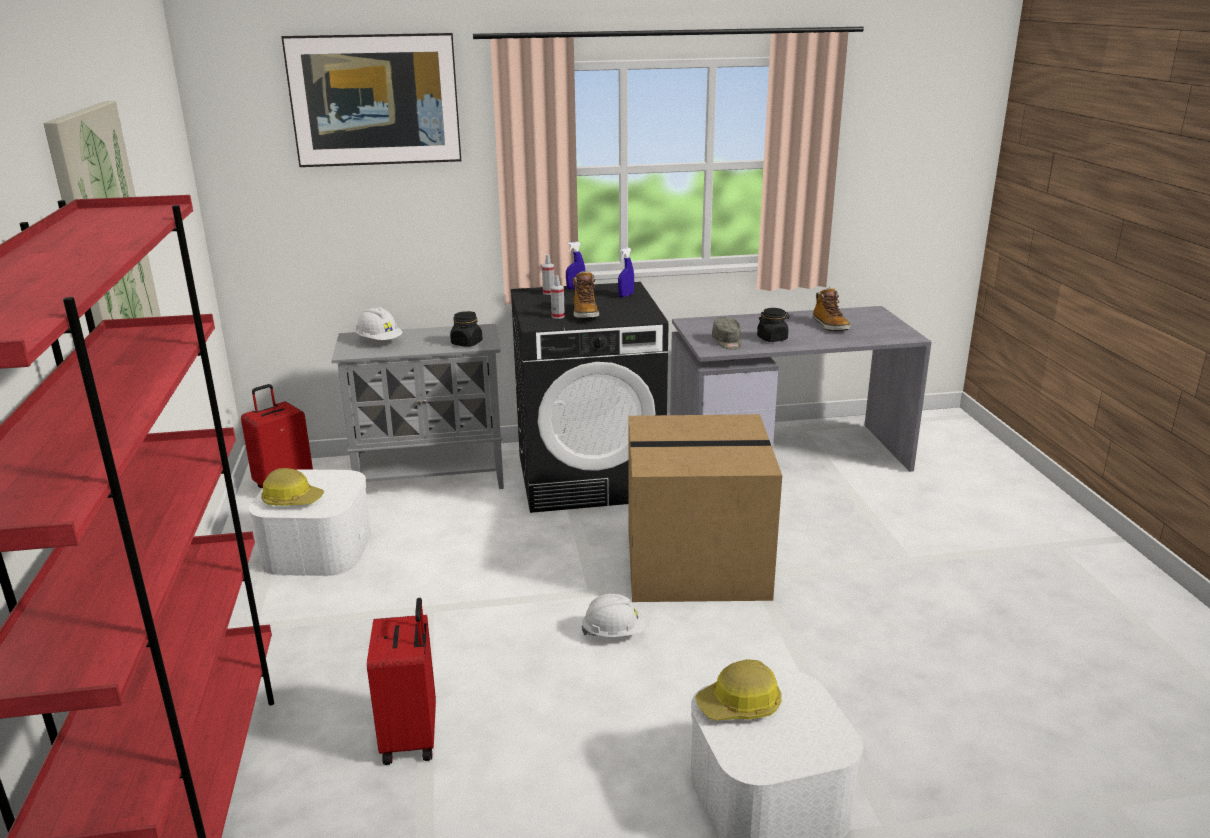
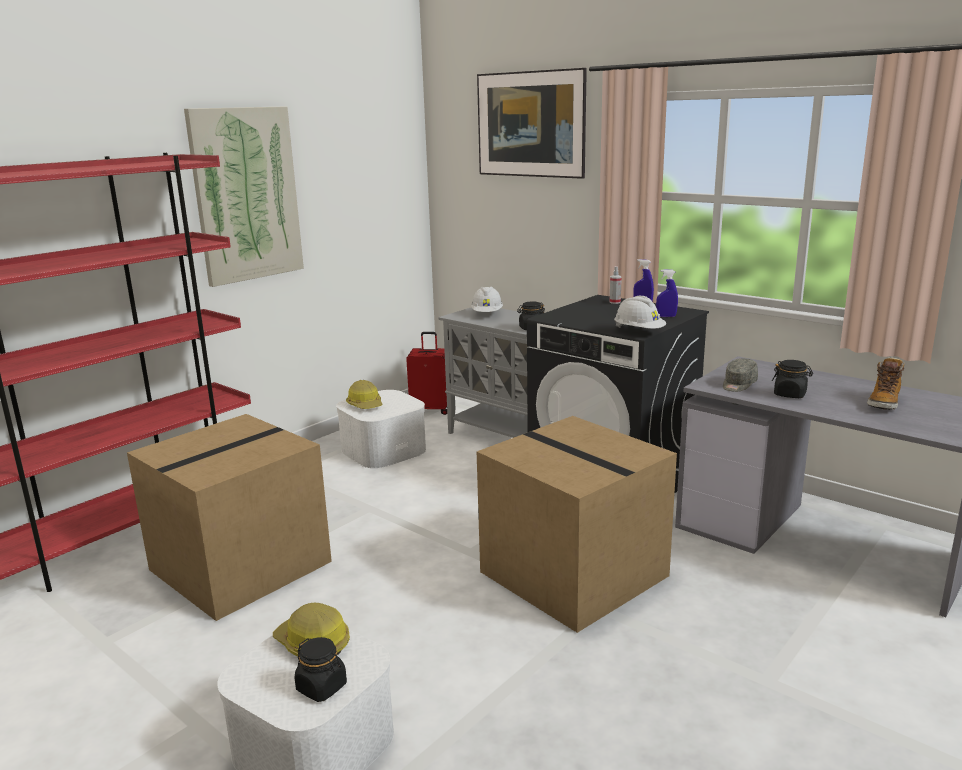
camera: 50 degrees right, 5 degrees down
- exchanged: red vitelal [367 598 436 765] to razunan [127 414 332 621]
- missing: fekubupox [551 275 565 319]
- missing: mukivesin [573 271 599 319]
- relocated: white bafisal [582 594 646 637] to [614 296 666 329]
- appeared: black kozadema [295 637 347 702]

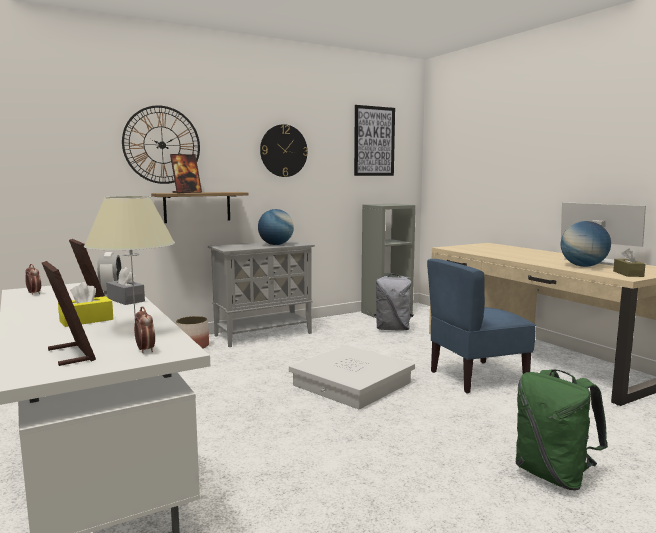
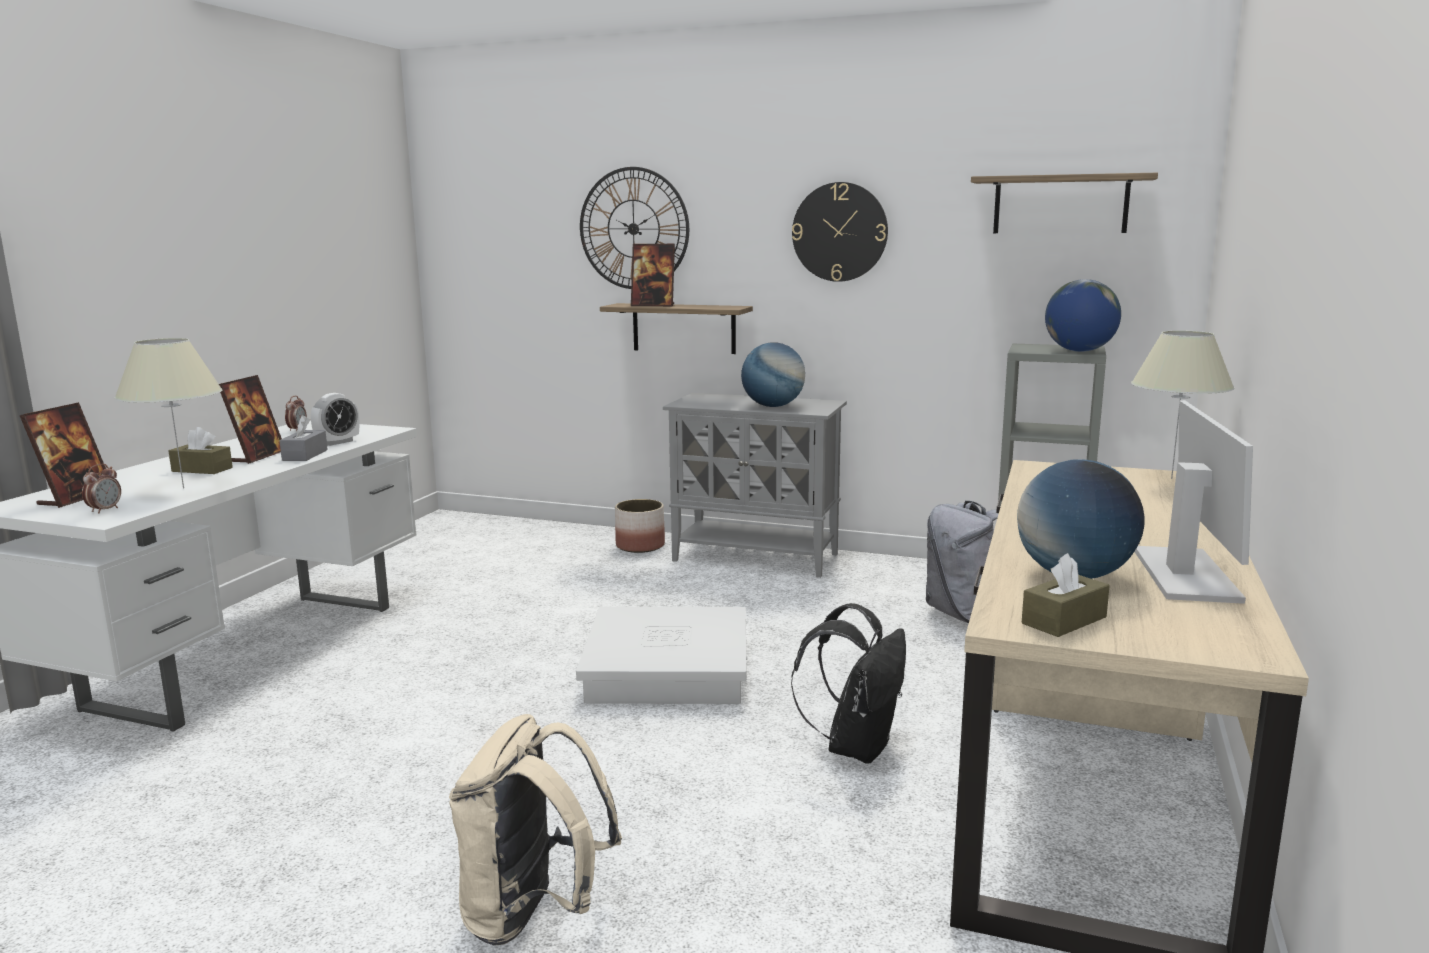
camera: 50 degrees right, 5 degrees up
- colour: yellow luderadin [58 282 113 327] to brown luderadin [168 427 233 474]
- exchanged: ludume [354 105 395 176] to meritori [971 173 1158 233]
- exchanged: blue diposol [427 259 536 393] to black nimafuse [791 603 906 763]
- colour: green nimafuse [515 370 608 490] to beige nimafuse [449 714 622 946]
- appeared: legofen [1045 279 1121 352]
- appeared: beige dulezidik [1131 330 1235 479]

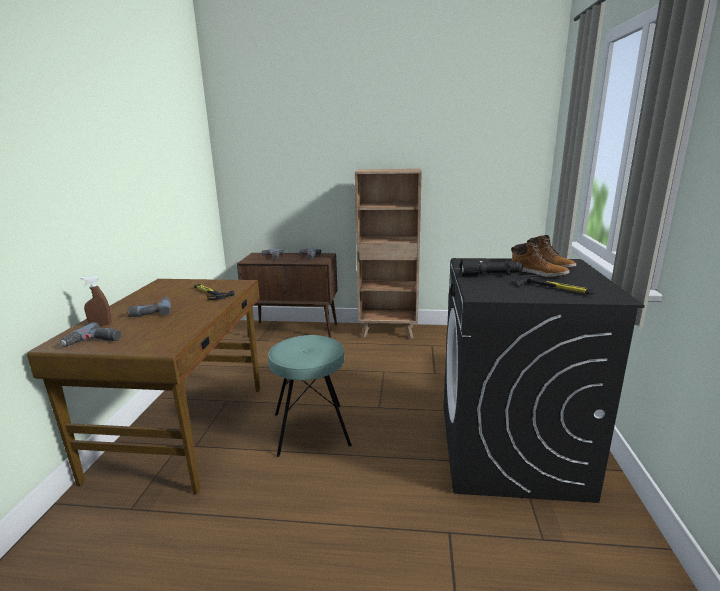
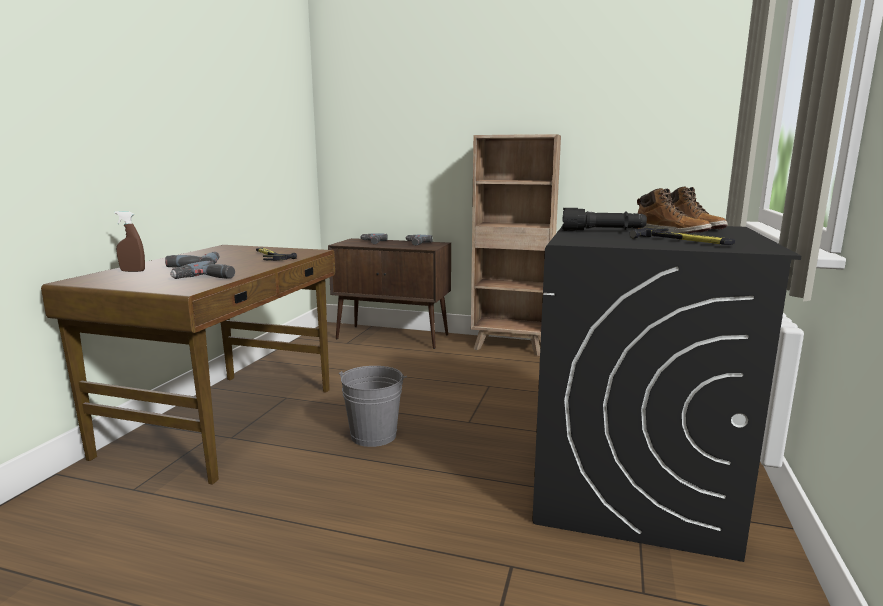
camera: 10 degrees right, 5 degrees down
- relocated: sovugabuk [60 322 121 347] to [170 260 235 279]
- exchanged: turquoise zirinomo [268 335 352 457] to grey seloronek [339 366 407 447]

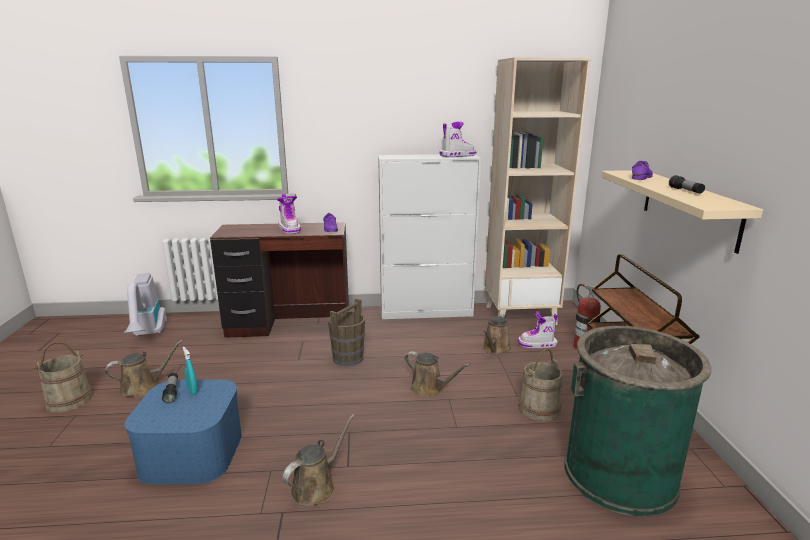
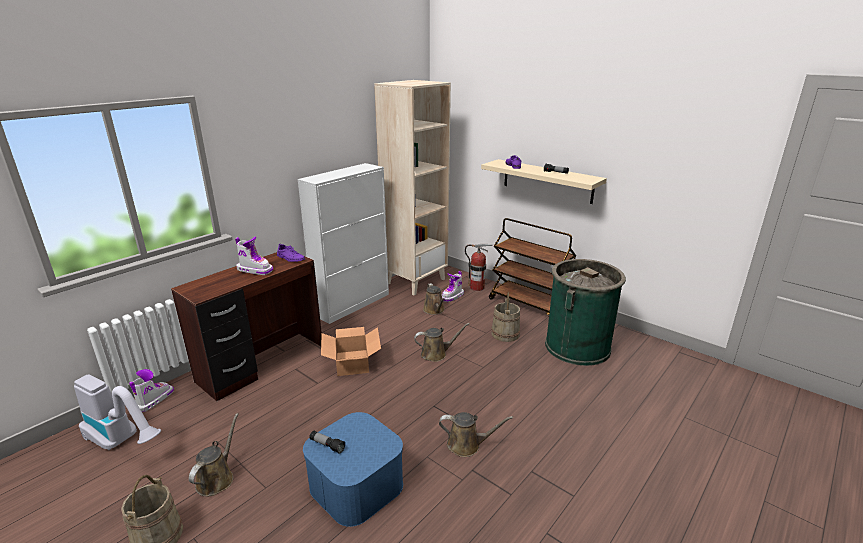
camera: 45 degrees left, 5 degrees up
- missing: turquoise fekubupox [182 347 198 395]
- spun: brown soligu [283 414 355 507] = [439 412 513 457] 105 degrees clockwise
- exchanged: brown seloronek [328 299 365 366] to razunan [321 327 381 376]
- relocated: mukivesin [439 121 476 157] to [129 369 174 412]

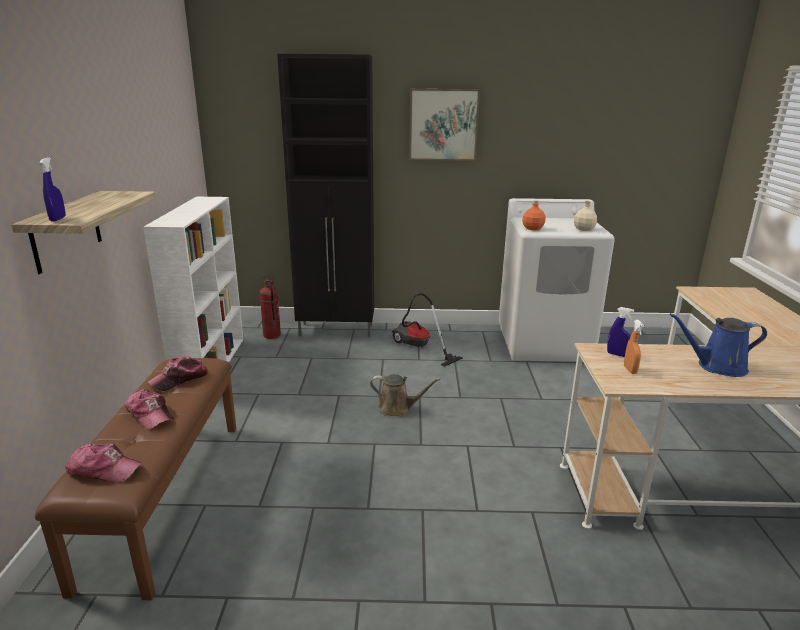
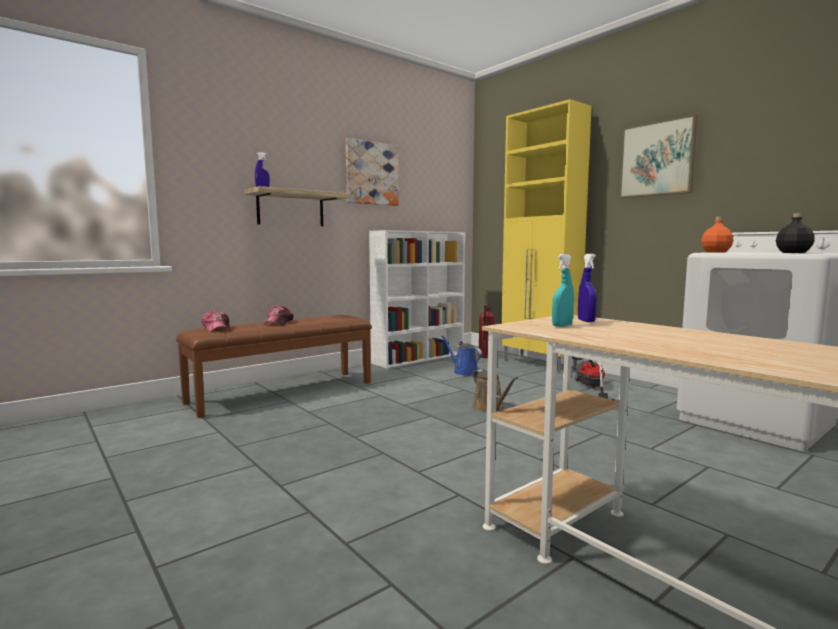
camera: 50 degrees right, 15 degrees down
- missing: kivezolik [148 356 208 391]
- colour: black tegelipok [277 54 374 337] to yellow tegelipok [501 99 592 373]
- colour: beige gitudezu [574 201 597 231] to black gitudezu [776 213 815 253]
- colour: orange fekubupox [624 320 644 374] to turquoise fekubupox [552 254 574 327]
- relocated: blue soligu [670 313 767 377] to [442 335 482 375]
- appeared: ludume [346 138 399 206]

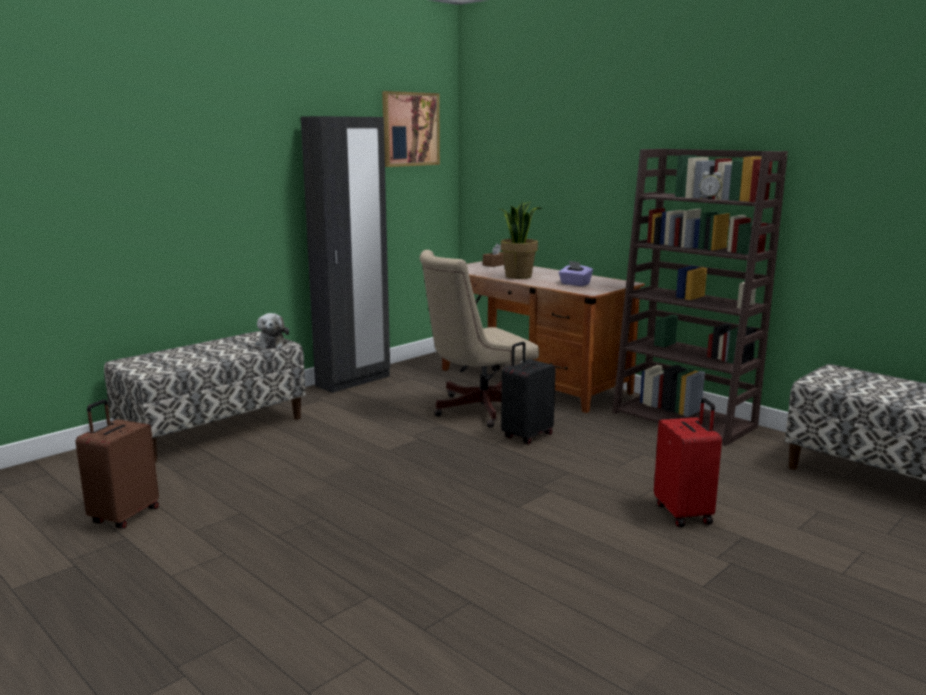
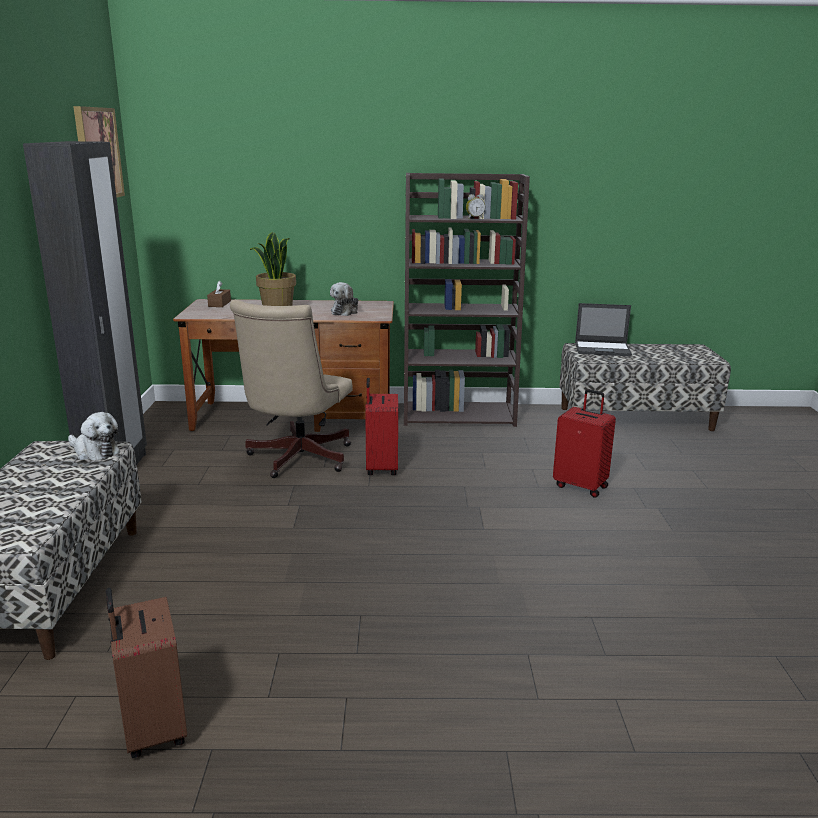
camera: 45 degrees left, 5 degrees up
- colour: black vitelal [501 342 556 444] to red vitelal [365 378 398 475]
- exchanged: purple luderadin [559 261 593 286] to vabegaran [330 282 358 316]
- appeared: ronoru [575 303 632 356]

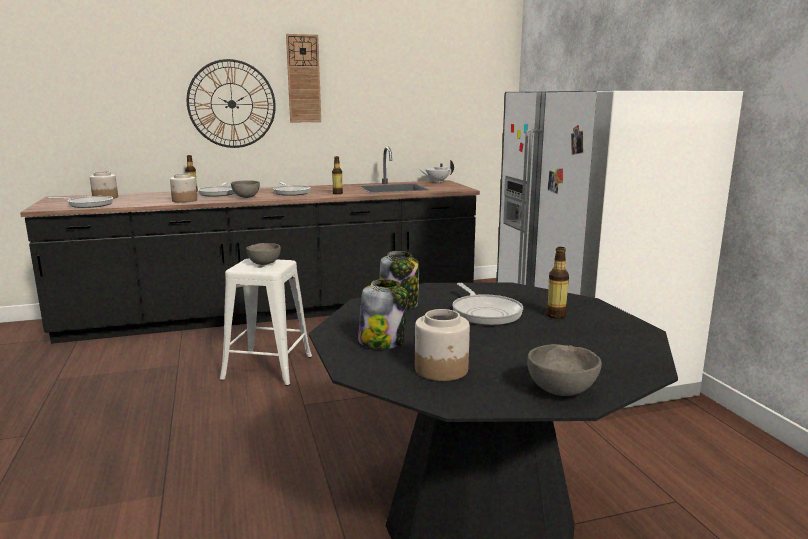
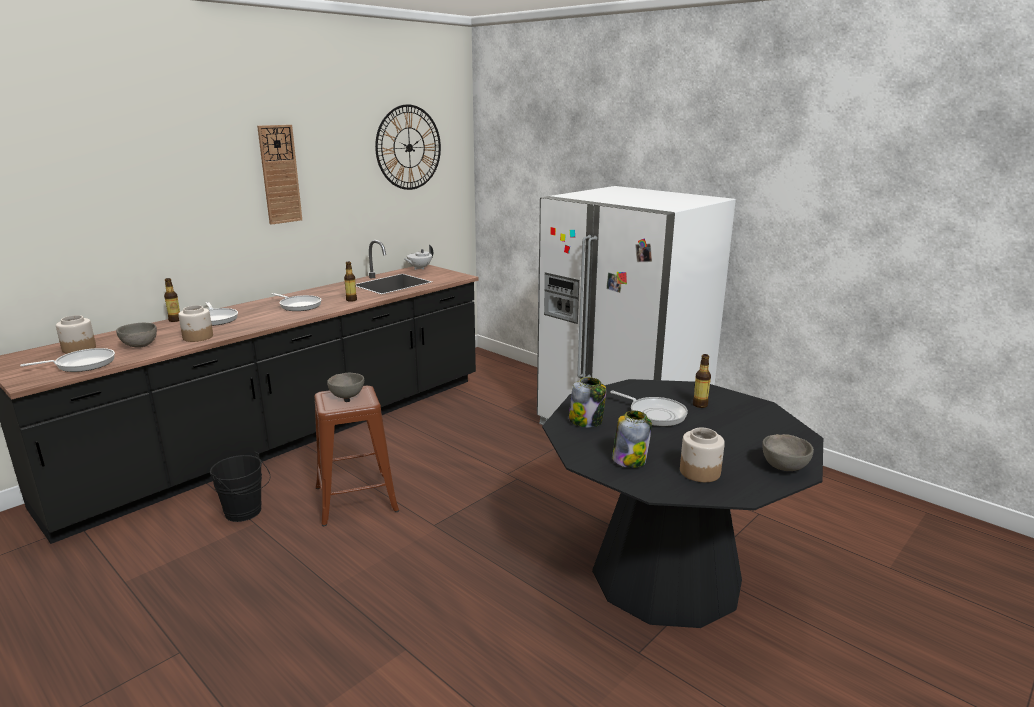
camera: 30 degrees left, 5 degrees up
- relocated: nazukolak [187 59 276 148] to [375 104 441 190]
- colour: white zirinomo [220 258 312 386] to brown zirinomo [314 386 399 526]
- relocated: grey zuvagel [231 180 260 198] to [116 323 157 348]
- appeared: black seloronek [210 451 271 522]

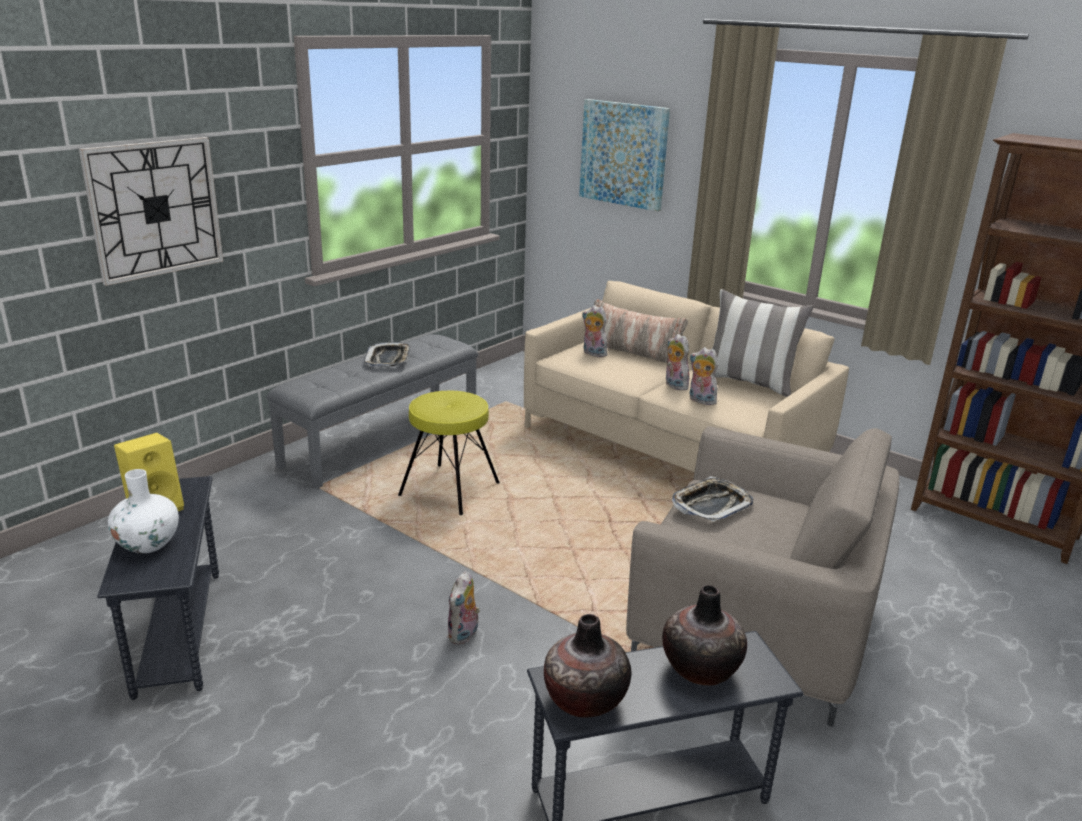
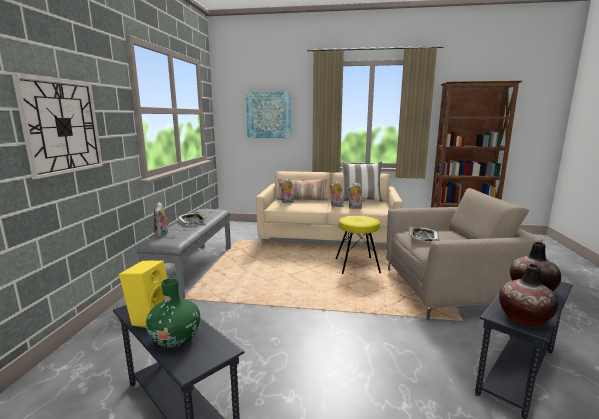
camera: 30 degrees left, 10 degrees down
- colour: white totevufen [108 469 179 554] to green totevufen [146 278 200 348]
- relocated: yellow zirinomo [398 391 500 515] to [336 215 381 274]
- relocated: vabegaran [447 571 480 645] to [154 202 169 238]

